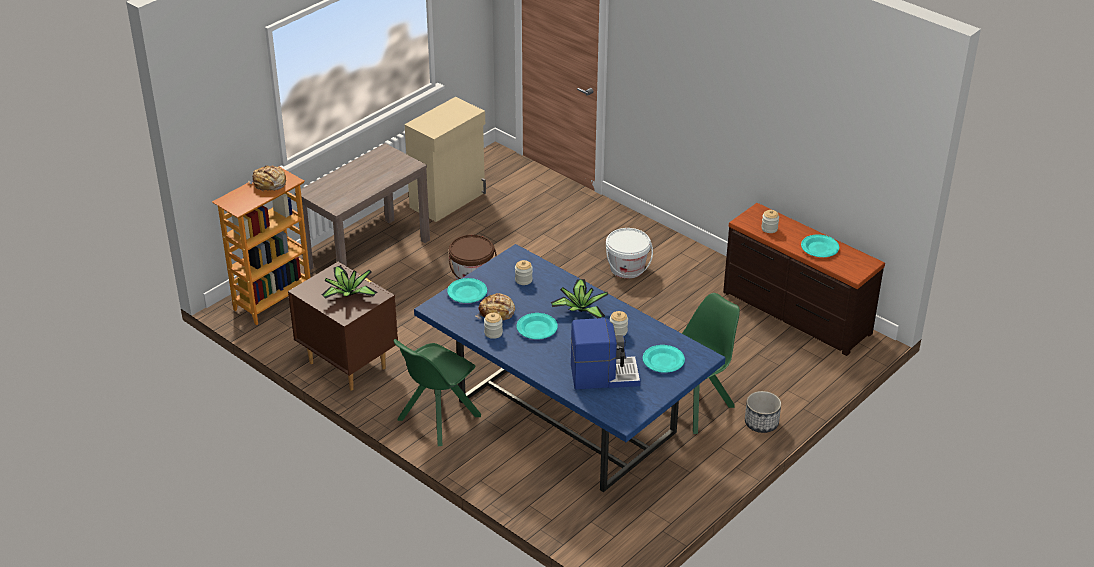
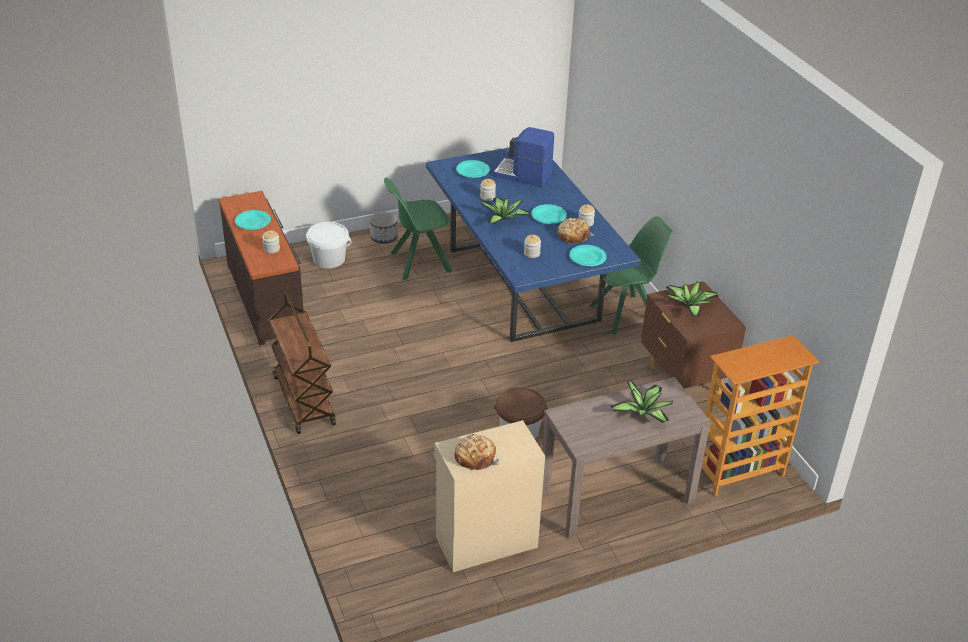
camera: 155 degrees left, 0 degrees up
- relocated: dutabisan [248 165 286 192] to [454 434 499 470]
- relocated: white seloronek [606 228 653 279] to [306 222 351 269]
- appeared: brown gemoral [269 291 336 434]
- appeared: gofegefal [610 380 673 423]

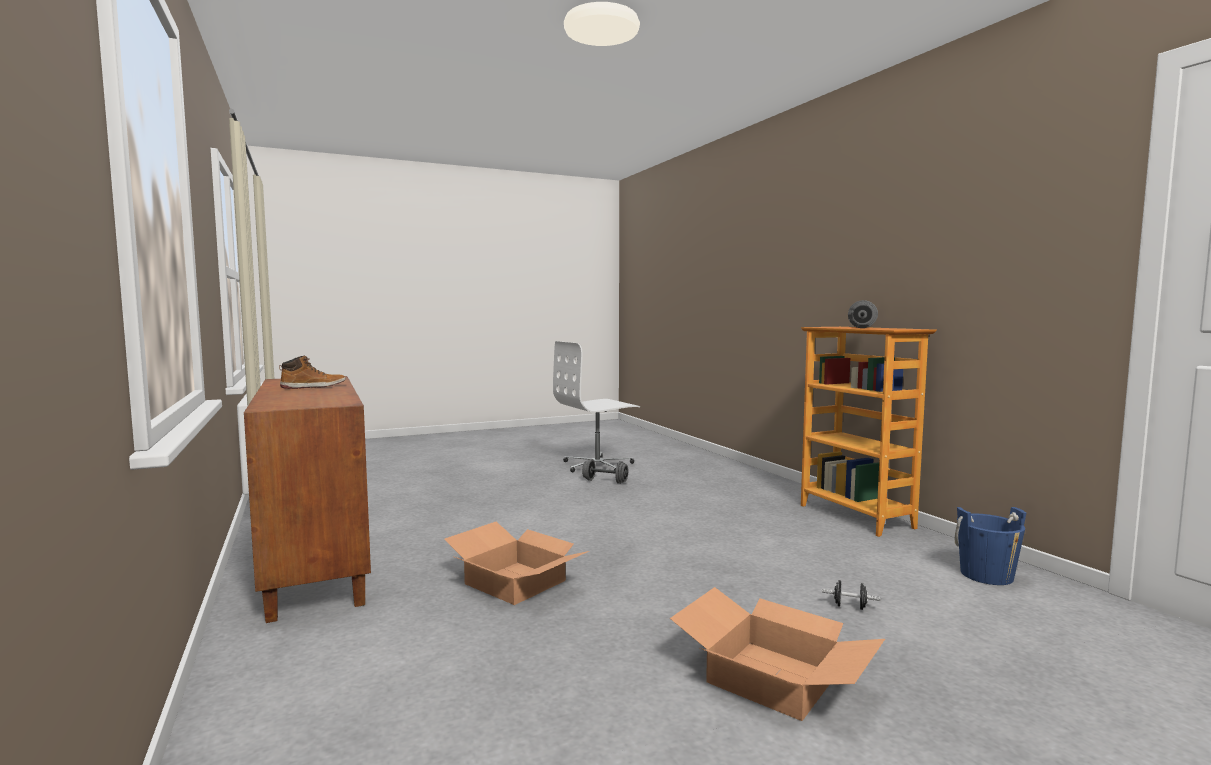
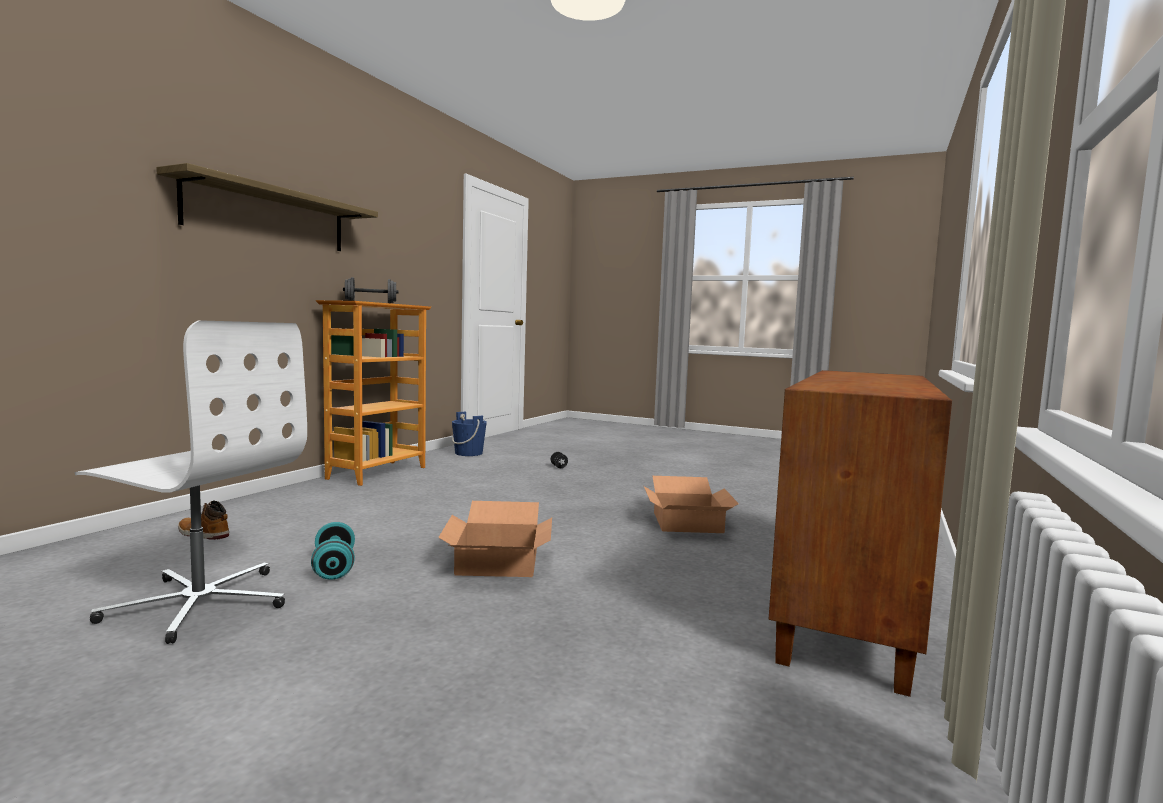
camera: 130 degrees left, 0 degrees up
- relocated: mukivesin [279 356 346 389] to [178 501 229 540]
- colour: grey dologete [582 459 628 484] to turquoise dologete [311 522 355 580]
- relocated: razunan [670 587 885 721] to [438 501 552 577]
- appeared: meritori [156 163 378 251]

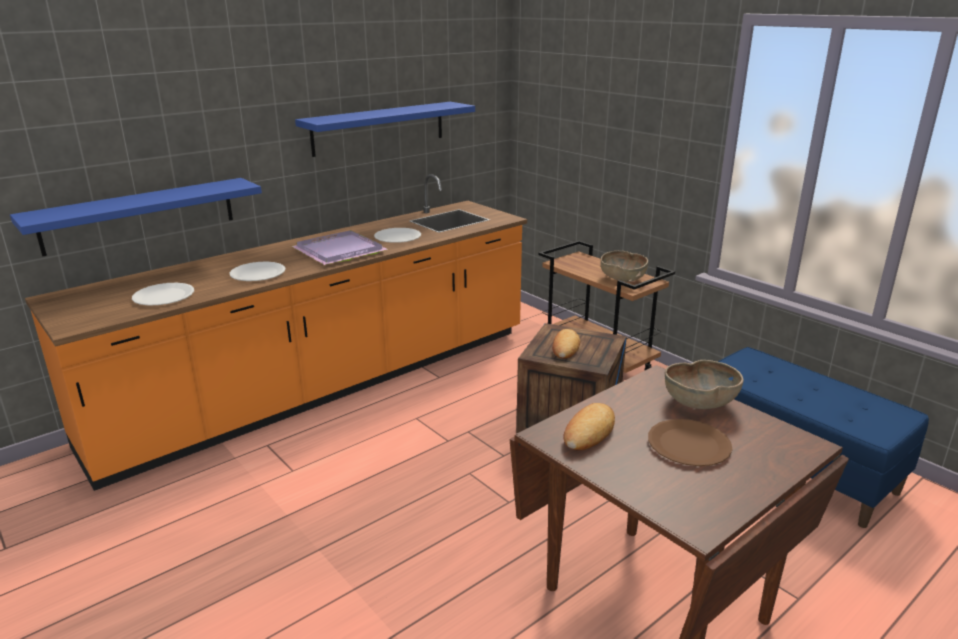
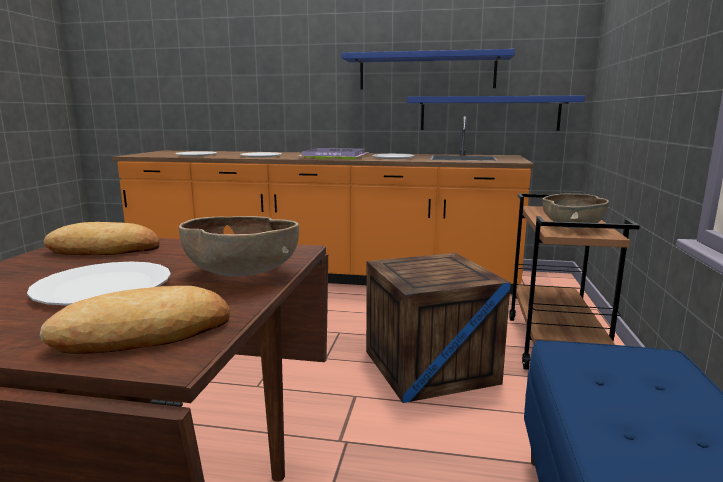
camera: 50 degrees right, 10 degrees down
- relocated: blue meritori [10 178 262 257] to [407 96 585 131]
- relocated: dutabisan [552 329 580 359] to [40 286 230 354]
- colour: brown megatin [648 419 732 466] to white megatin [27 262 171 306]

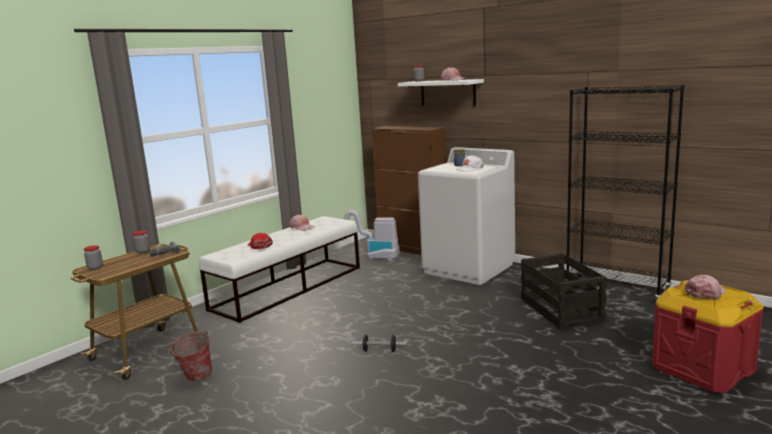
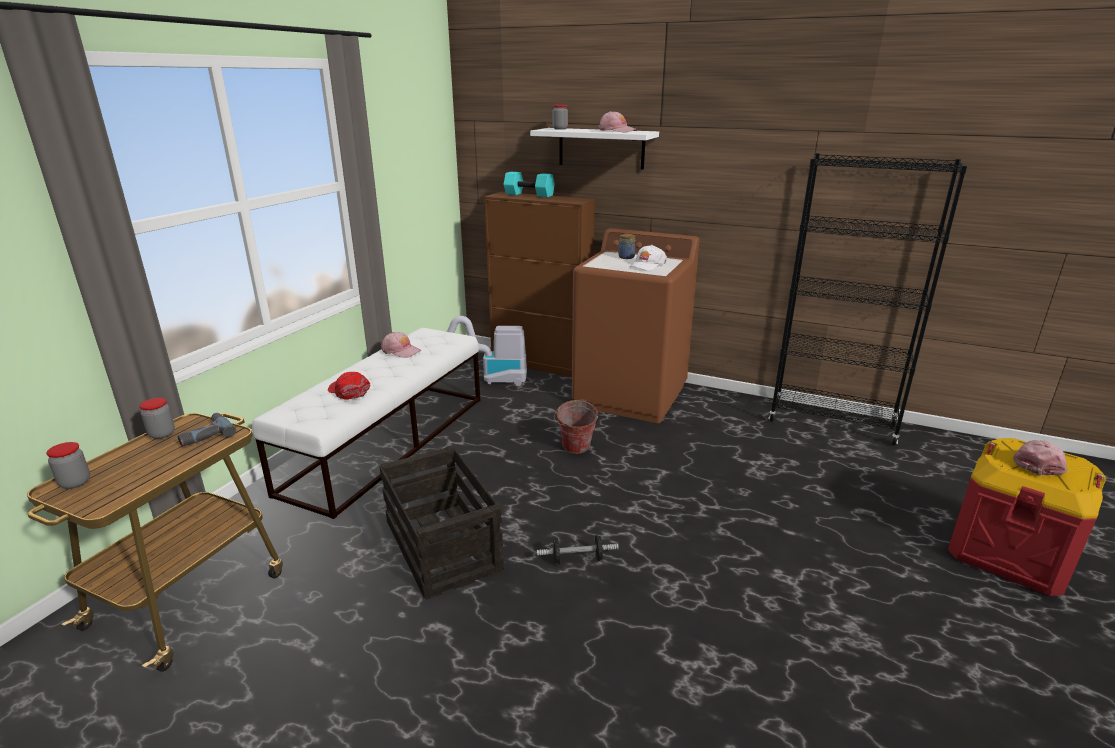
camera: 15 degrees left, 10 degrees up
- relocated: seloronek [169 331 212 382] to [554 399 599 454]
- colour: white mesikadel [418 147 515 285] to brown mesikadel [572 228 700 423]
- relocated: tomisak [521 253 607 330] to [380 446 504 600]
- appeared: turquoise dologete [504 172 555 197]

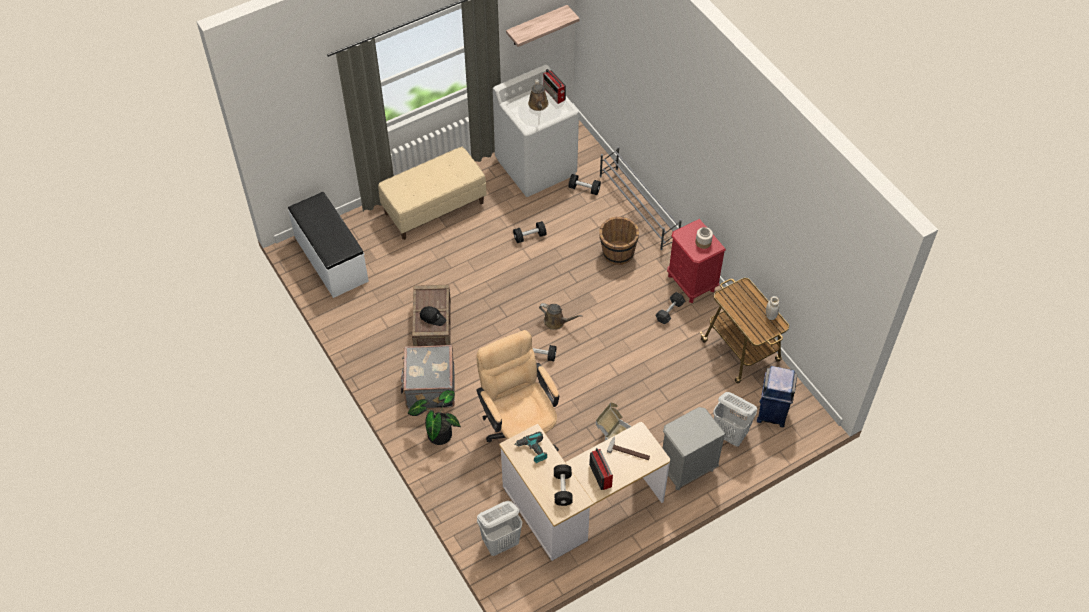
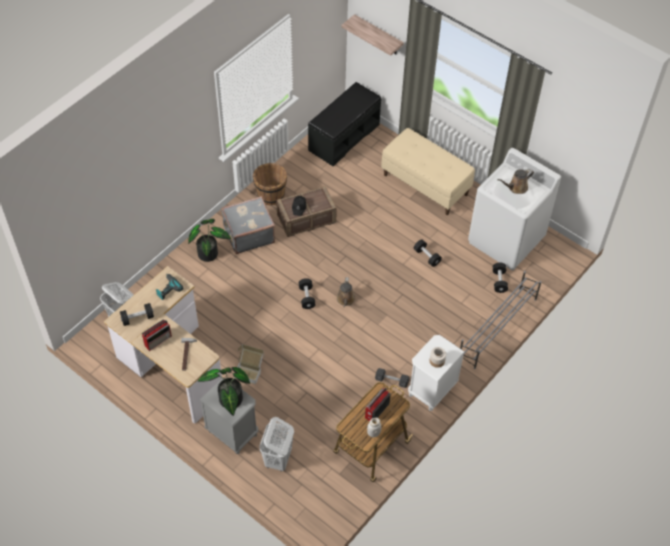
camera: 70 degrees right, 0 degrees up
- colour: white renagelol [288 192 369 298] to black renagelol [308 82 382 166]
- missing: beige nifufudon [476 330 559 451]
- relocated: meritori [506 5 580 47] to [342 14 404 56]
- relocated: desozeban [543 69 566 104] to [365 388 390 421]
- relocated: brown seloronek [599 217 639 265] to [253 163 287 205]
- colour: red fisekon [667 219 726 303] to white fisekon [408 335 464 411]
- missing: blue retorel [757 366 797 427]
- appeared: gofegefal [197 367 250 416]

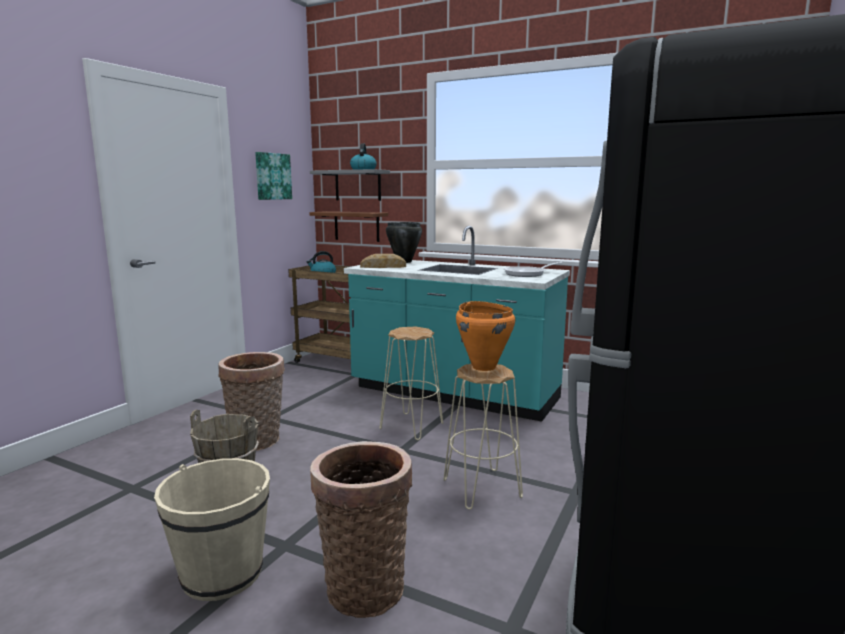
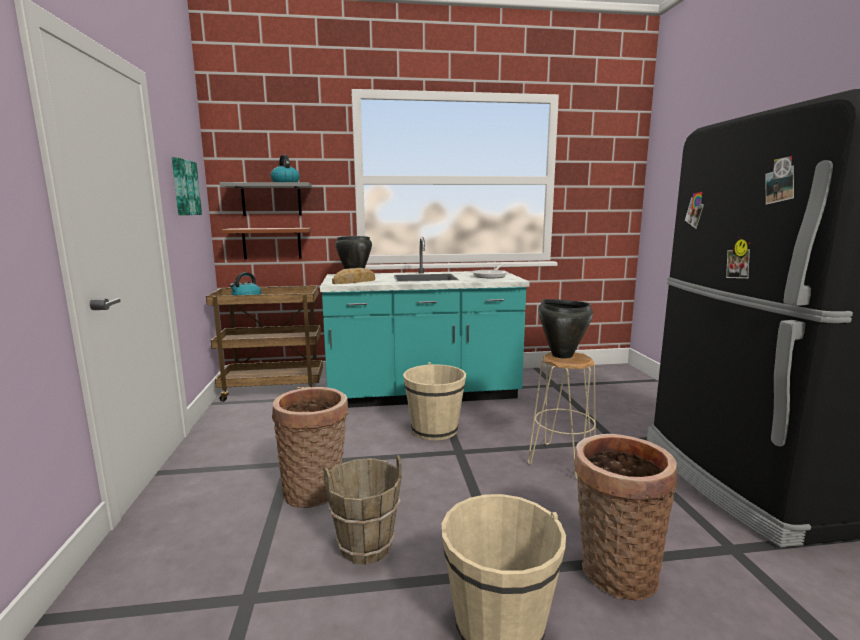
camera: 35 degrees left, 0 degrees up
- exchanged: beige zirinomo [380 326 443 440] to beige seloronek [403 362 466 441]
- colour: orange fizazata [456 301 515 371] to black fizazata [538 299 593 358]

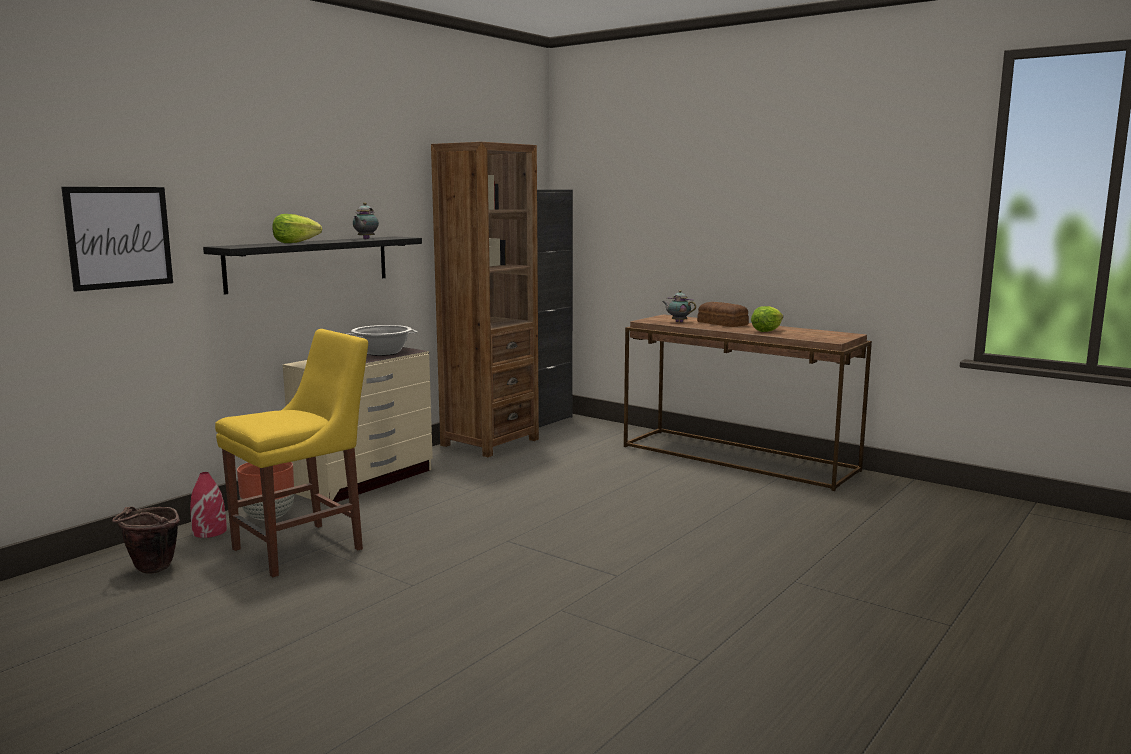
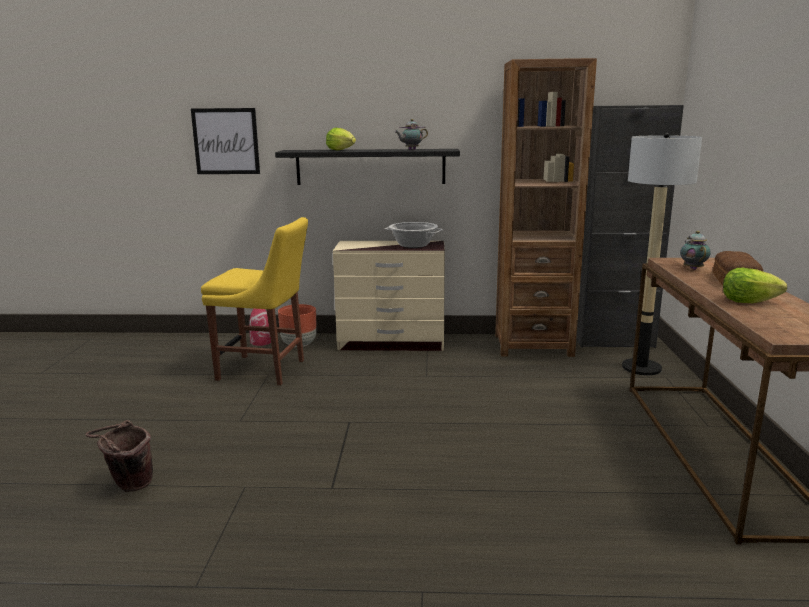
camera: 55 degrees right, 5 degrees up
- relocated: brown seloronek [112 506 180 574] to [86 420 153 492]
- appeared: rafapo [622 132 702 375]

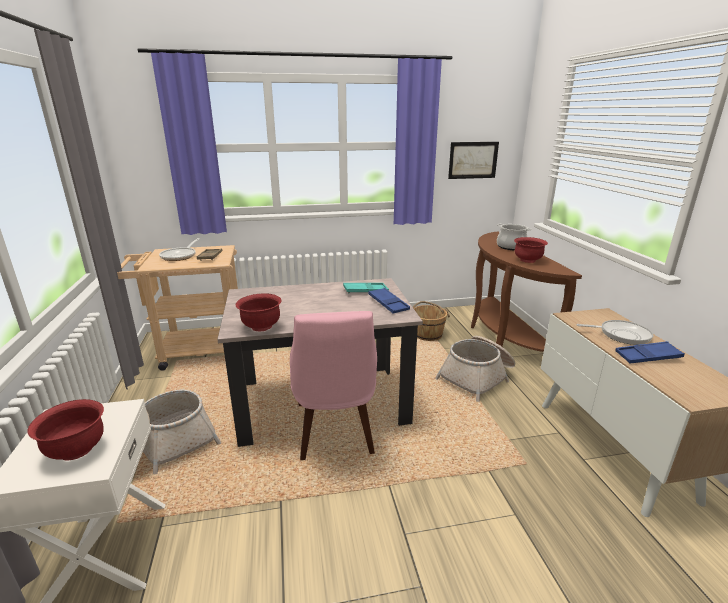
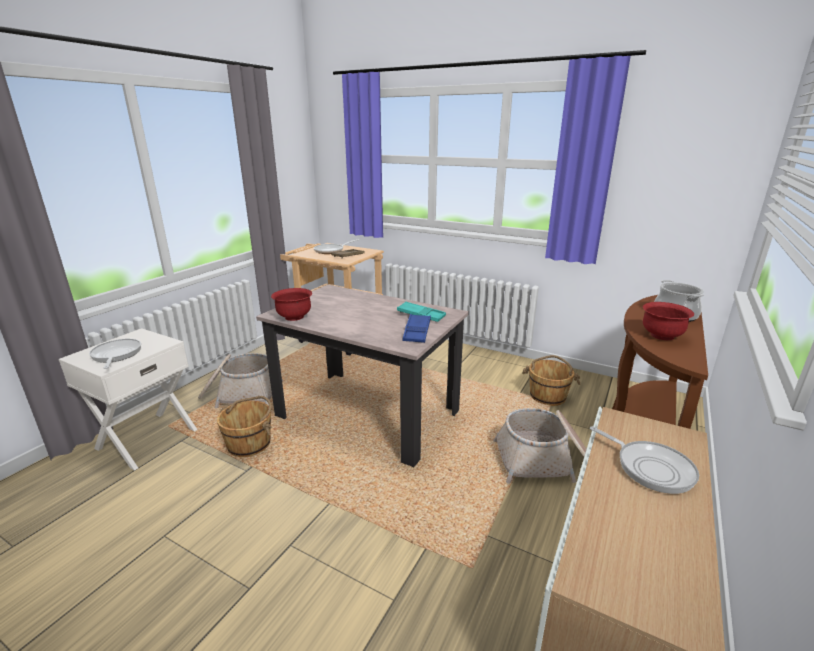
camera: 40 degrees right, 0 degrees up
- exchanged: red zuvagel [27 399 104 460] to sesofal [89 338 141 369]
- missing: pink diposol [290 311 377 460]
- missing: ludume [448 142 499 179]
- missing: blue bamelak [615 341 685 363]
- appeared: brown seloronek [217 396 272 457]

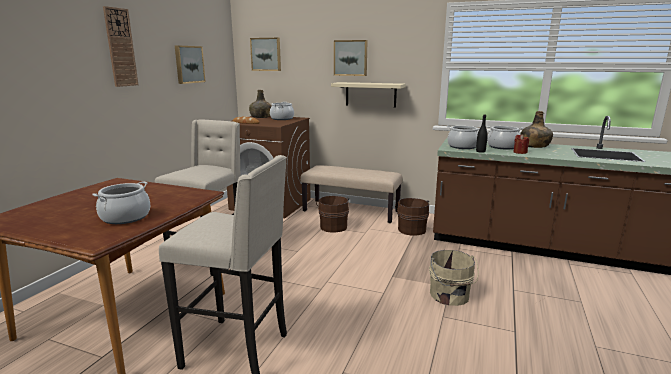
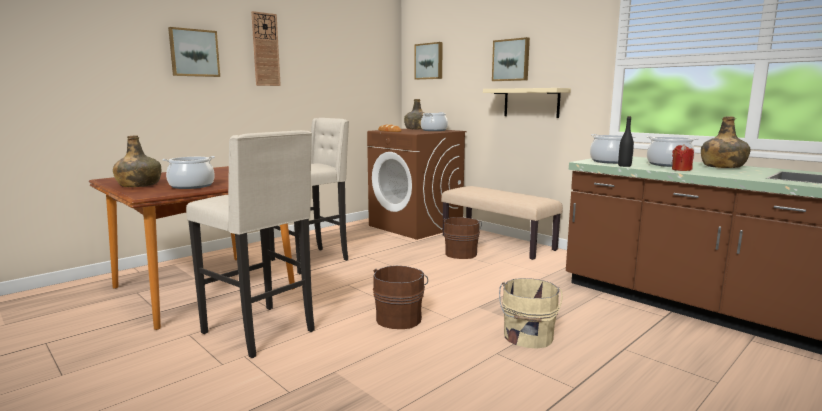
camera: 25 degrees right, 5 degrees down
- relocated: ludume [175 46 206 84] to [168 27 220 77]
- relocated: brown seloronek [395 198 429 235] to [373 266 428 329]
- appeared: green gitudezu [113 135 161 187]

